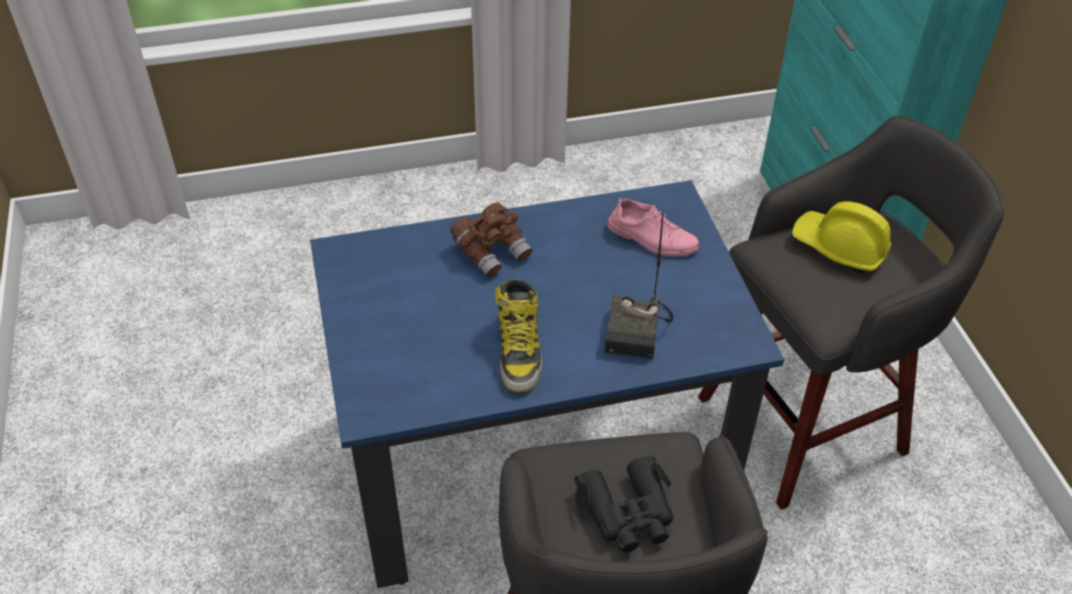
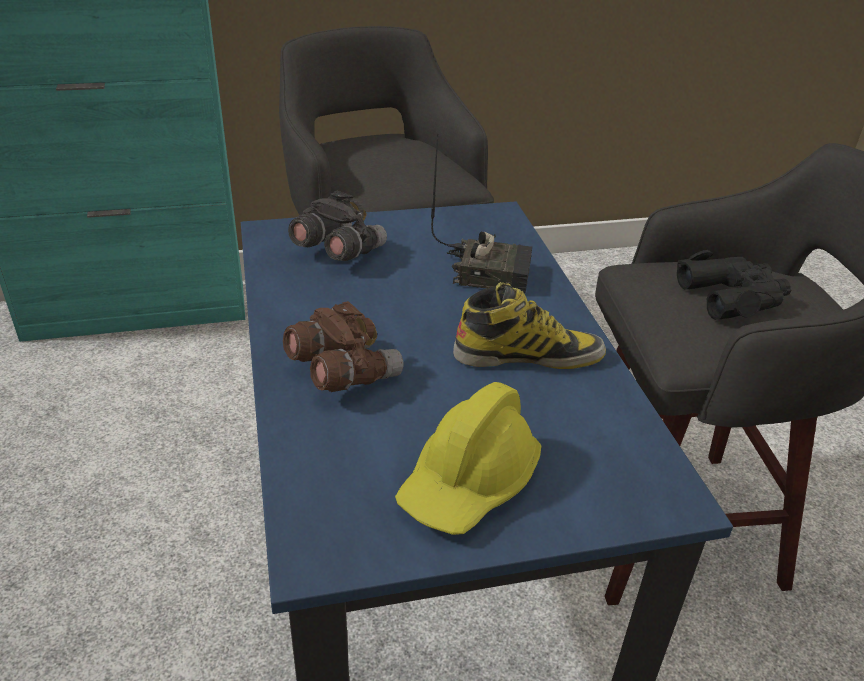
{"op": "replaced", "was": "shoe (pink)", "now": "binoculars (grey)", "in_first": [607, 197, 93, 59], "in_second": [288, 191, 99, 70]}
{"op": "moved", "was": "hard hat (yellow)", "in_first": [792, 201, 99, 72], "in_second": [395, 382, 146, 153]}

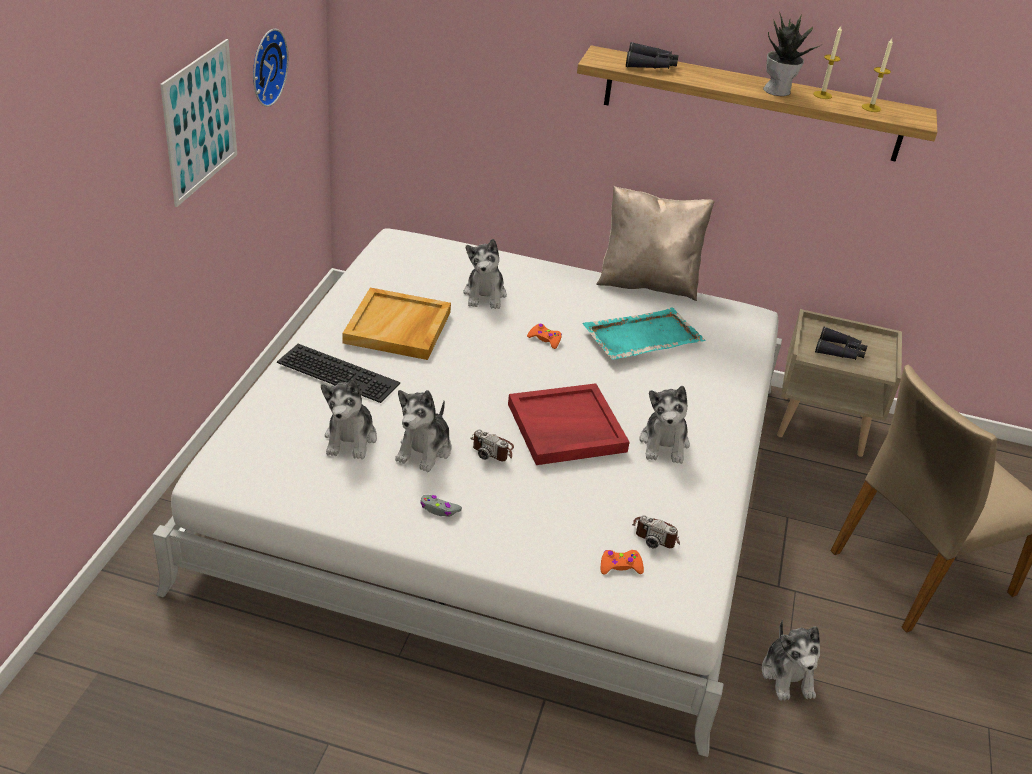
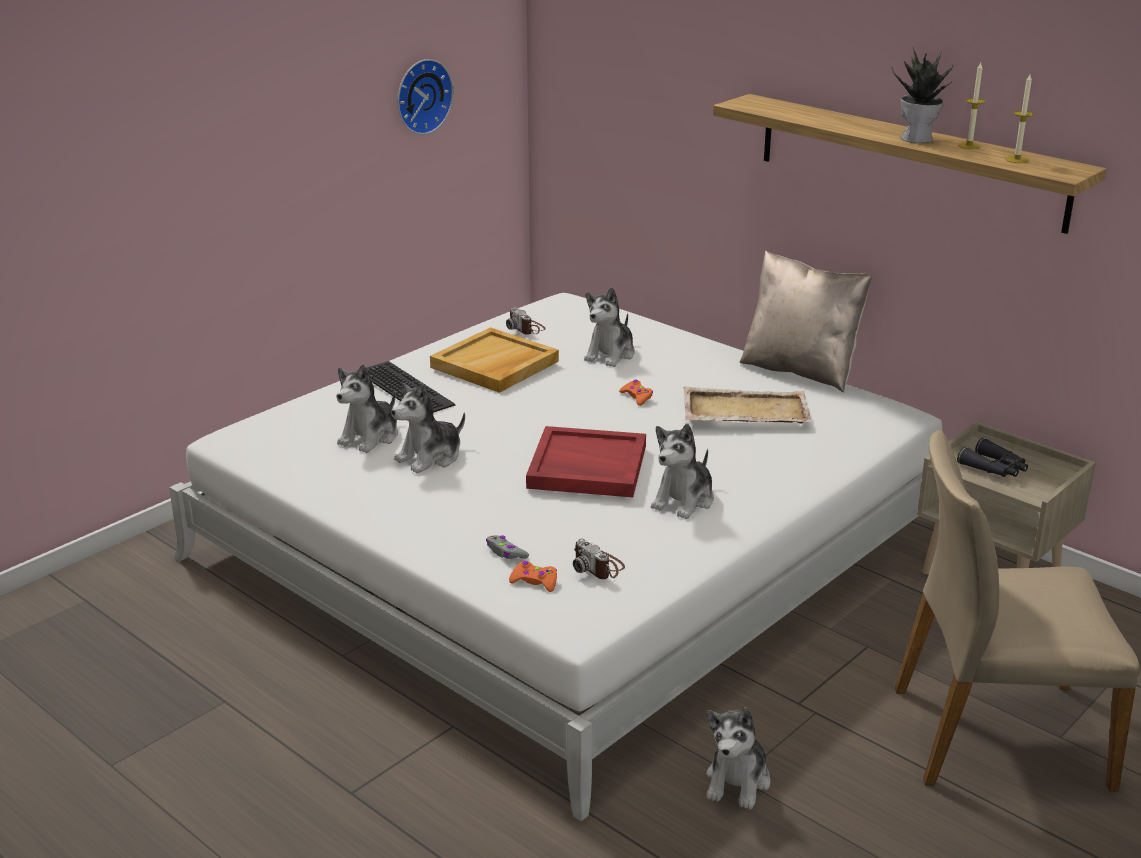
{"op": "removed", "was": "picture", "in_first": [160, 39, 77, 168]}
{"op": "removed", "was": "binoculars (black)", "in_first": [626, 42, 53, 27]}
{"op": "recoloured", "was": "tray (turquoise)", "now": "tray (beige)", "in_first": [582, 307, 124, 53], "in_second": [683, 387, 129, 37]}
{"op": "moved", "was": "photo camera", "in_first": [470, 430, 44, 31], "in_second": [506, 307, 40, 28]}
{"op": "moved", "was": "game controller (grey)", "in_first": [420, 495, 42, 22], "in_second": [486, 535, 43, 24]}

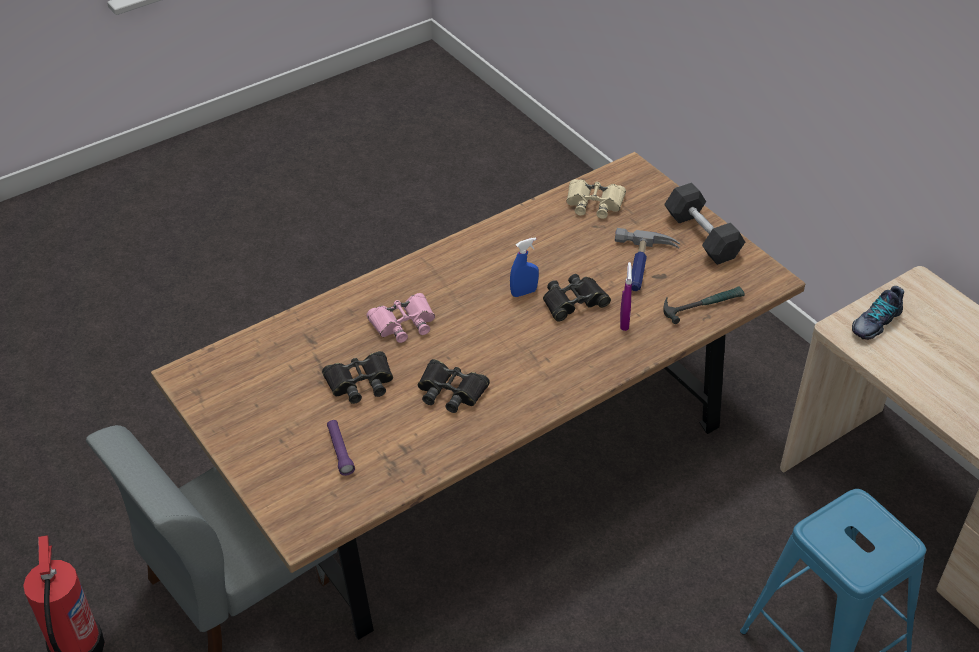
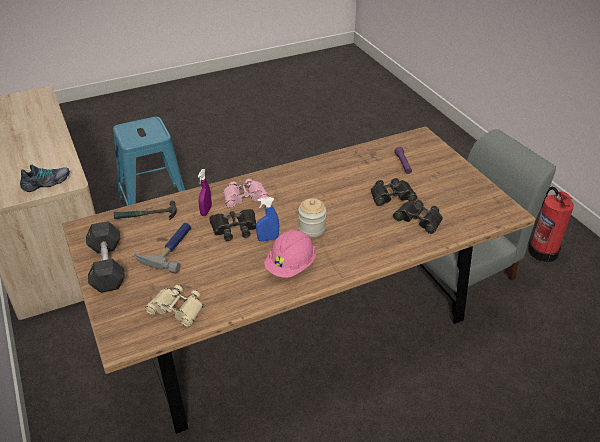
{"op": "moved", "was": "binoculars (pink)", "in_first": [366, 293, 69, 50], "in_second": [223, 179, 46, 29]}
{"op": "moved", "was": "binoculars (black)", "in_first": [418, 359, 72, 54], "in_second": [393, 200, 50, 34]}
{"op": "added", "now": "jar", "in_second": [298, 198, 28, 39]}
{"op": "added", "now": "hard hat (pink)", "in_second": [264, 229, 52, 49]}

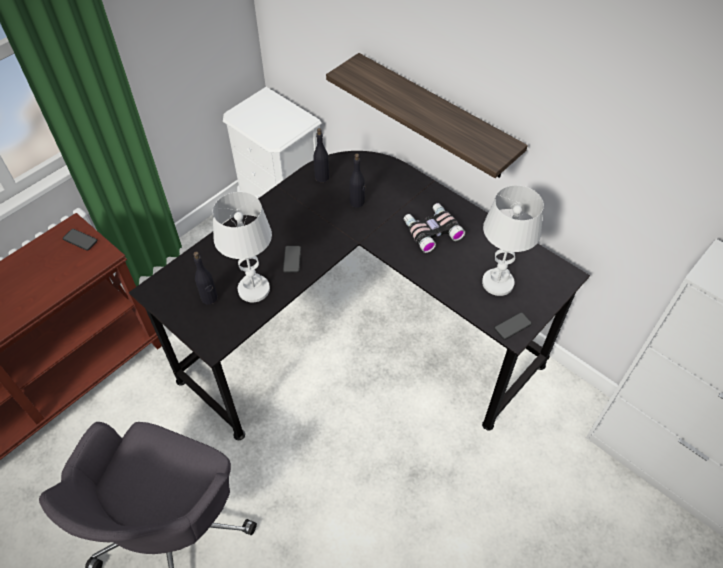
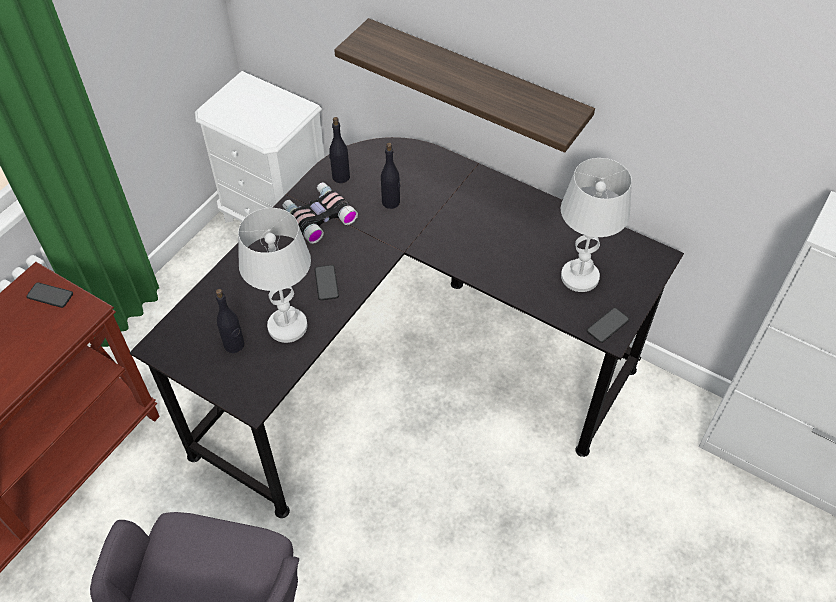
{"op": "moved", "was": "binoculars", "in_first": [404, 203, 61, 50], "in_second": [283, 182, 75, 62]}

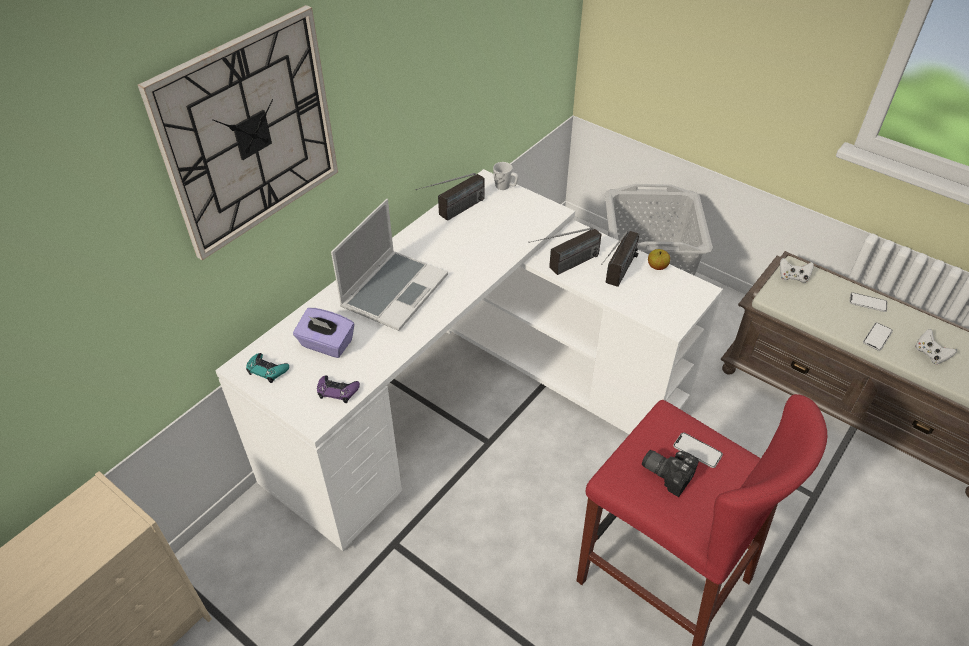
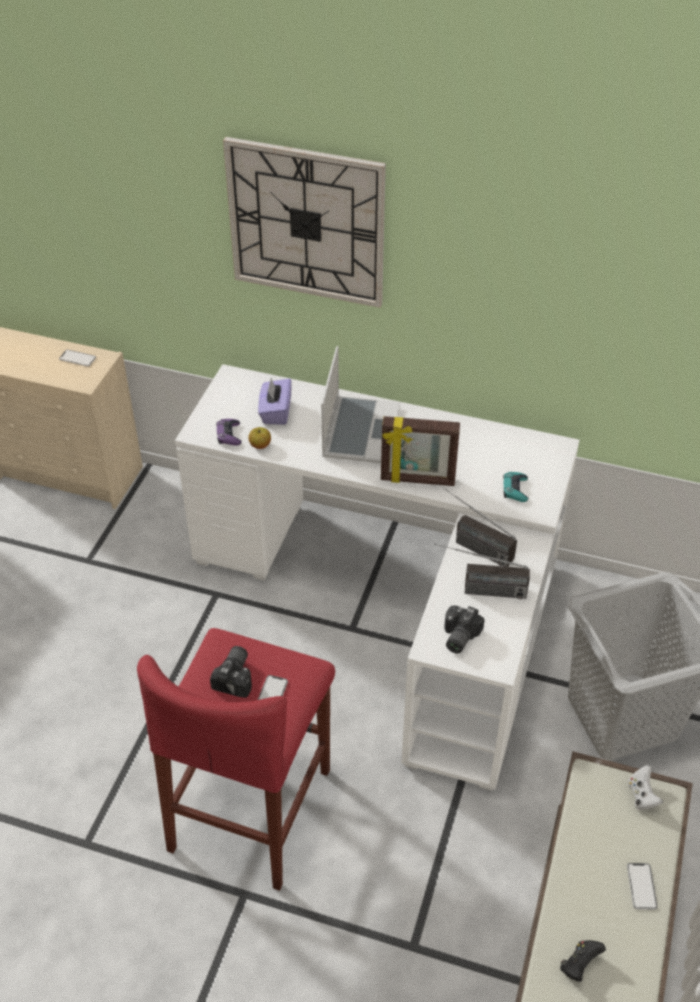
{"op": "removed", "was": "mug (white)", "in_first": [493, 162, 25, 28]}
{"op": "removed", "was": "radio", "in_first": [415, 173, 69, 48]}
{"op": "turned", "was": "laptop", "in_first": [331, 199, 117, 132], "in_second": [321, 346, 79, 117], "clockwise": -90}
{"op": "moved", "was": "apple", "in_first": [648, 249, 22, 21], "in_second": [248, 427, 23, 22]}
{"op": "moved", "was": "phone", "in_first": [863, 323, 30, 28], "in_second": [59, 350, 37, 17]}
{"op": "recoloured", "was": "game controller (white)", "now": "game controller (black)", "in_first": [915, 329, 42, 35], "in_second": [560, 940, 46, 42]}
{"op": "moved", "was": "game controller (turquoise)", "in_first": [246, 353, 43, 30], "in_second": [503, 472, 25, 30]}
{"op": "added", "now": "picture frame", "in_second": [381, 416, 79, 70]}
{"op": "added", "now": "photo camera", "in_second": [444, 605, 41, 49]}

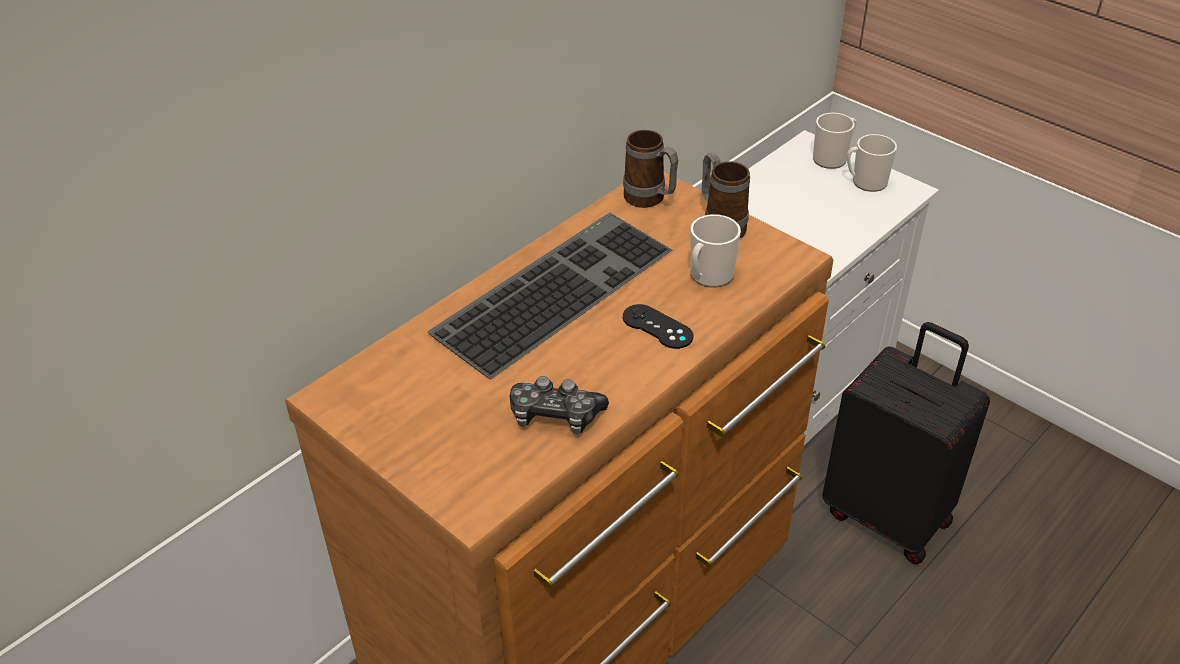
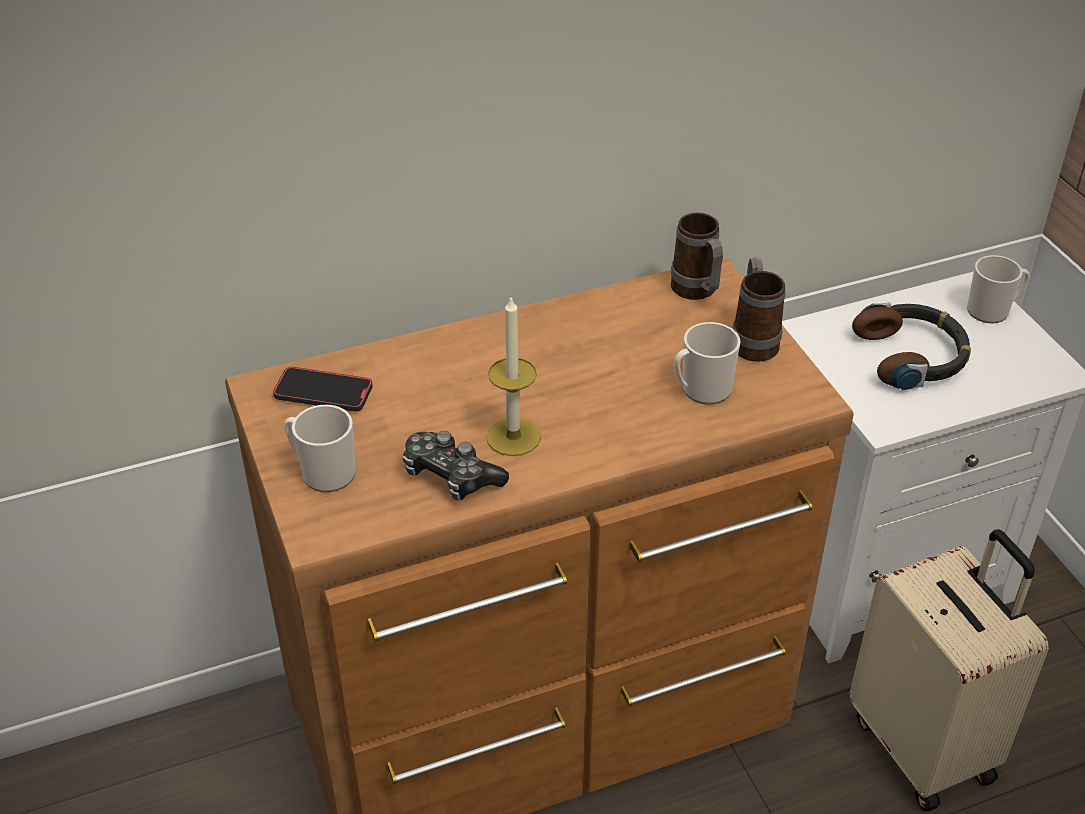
{"op": "moved", "was": "mug", "in_first": [847, 134, 50, 58], "in_second": [284, 405, 72, 87]}
{"op": "removed", "was": "keyboard", "in_first": [427, 213, 245, 166]}
{"op": "removed", "was": "game controller (black)", "in_first": [623, 304, 70, 45]}
{"op": "recoloured", "was": "suitcase (black)", "now": "suitcase (beige)", "in_first": [822, 322, 168, 242], "in_second": [850, 529, 199, 282]}
{"op": "added", "now": "candle", "in_second": [486, 298, 55, 158]}
{"op": "added", "now": "headphones", "in_second": [852, 302, 119, 89]}
{"op": "added", "now": "phone", "in_second": [273, 367, 100, 44]}

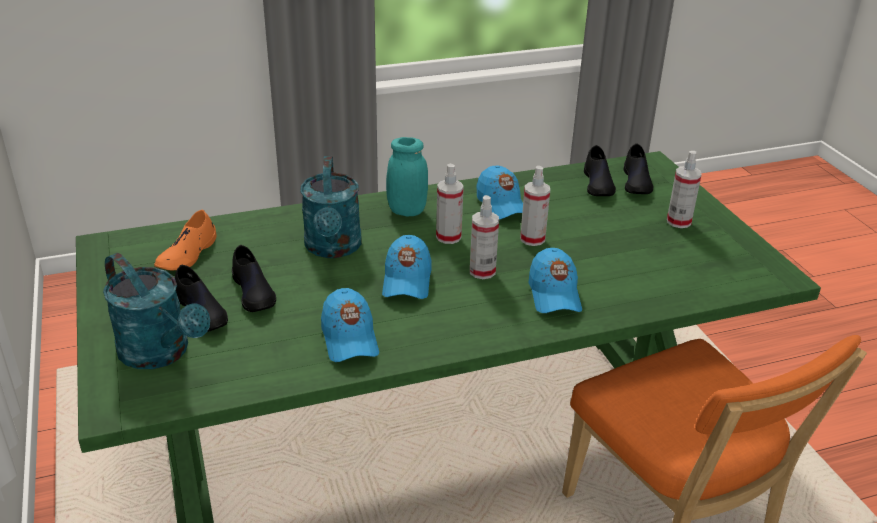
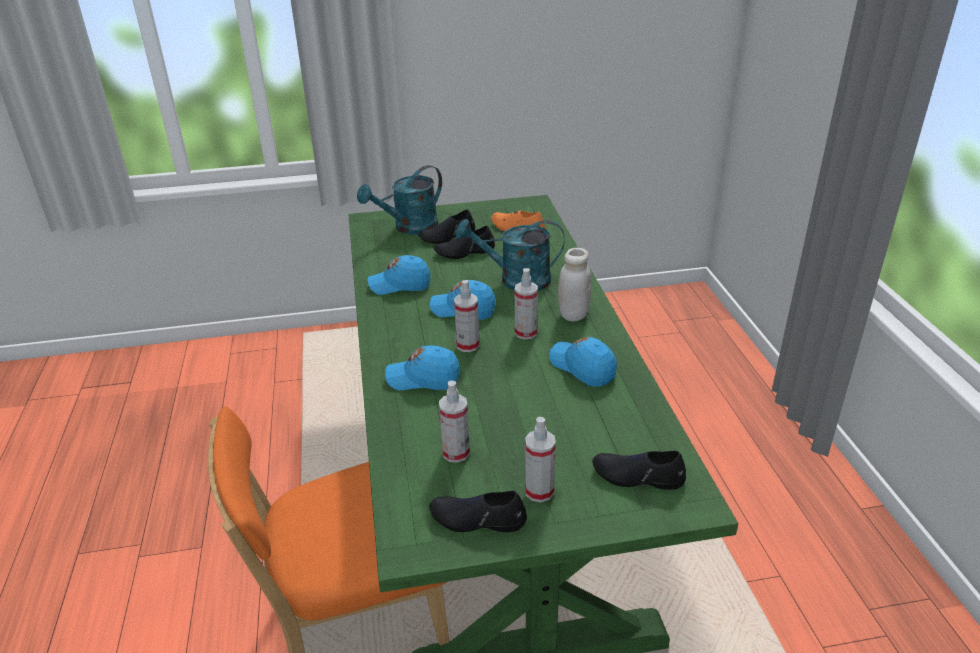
{"op": "recoloured", "was": "jar (turquoise)", "now": "jar (white)", "in_first": [386, 137, 42, 80], "in_second": [558, 248, 33, 74]}
{"op": "moved", "was": "shoe (black)", "in_first": [584, 145, 32, 51], "in_second": [429, 491, 98, 41]}
{"op": "turned", "was": "cap (blue)", "in_first": [477, 165, 46, 55], "in_second": [549, 337, 68, 50], "clockwise": 60}
{"op": "moved", "was": "spray bottle", "in_first": [520, 166, 30, 80], "in_second": [439, 381, 31, 82]}

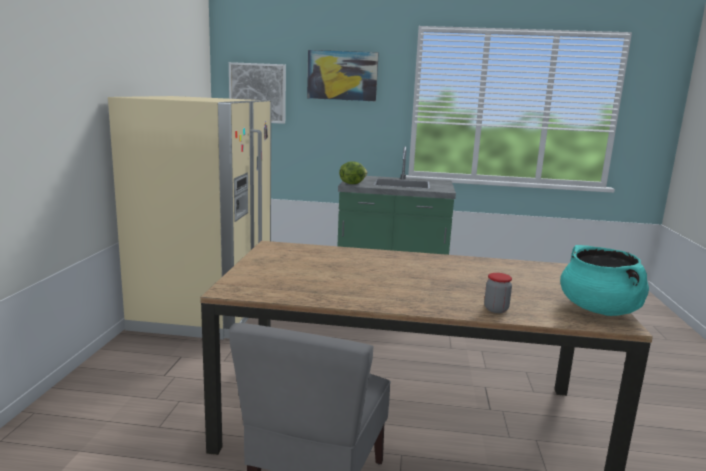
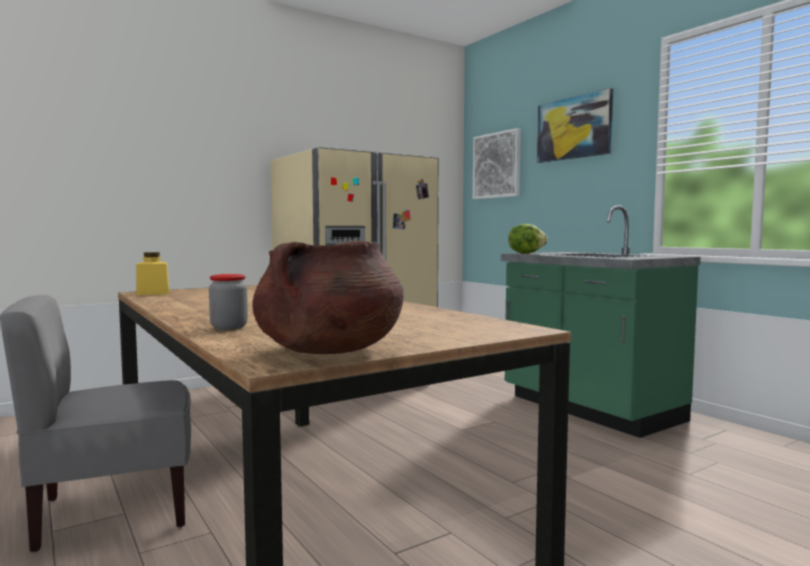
{"op": "recoloured", "was": "cooking pot (turquoise)", "now": "cooking pot (brown)", "in_first": [560, 245, 89, 71], "in_second": [253, 241, 150, 113]}
{"op": "added", "now": "jar (yellow)", "in_second": [136, 252, 33, 43]}

